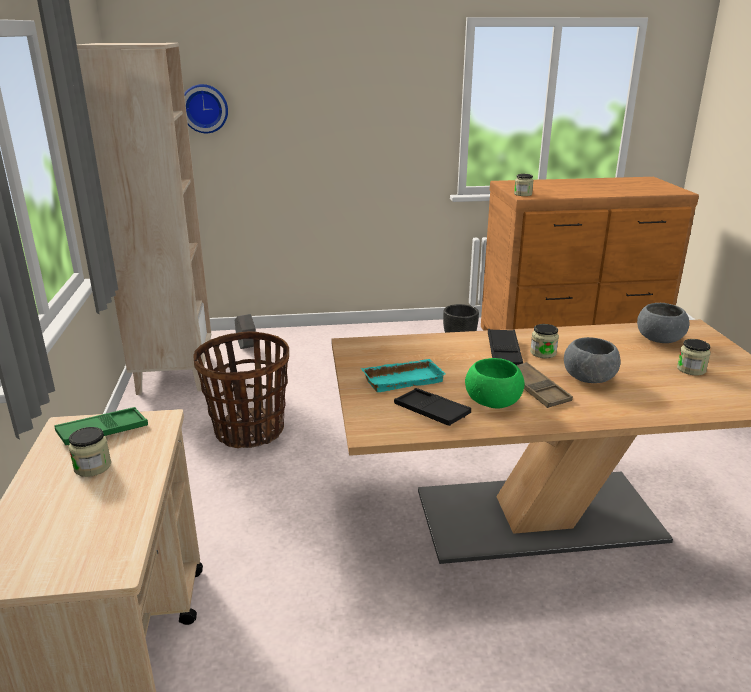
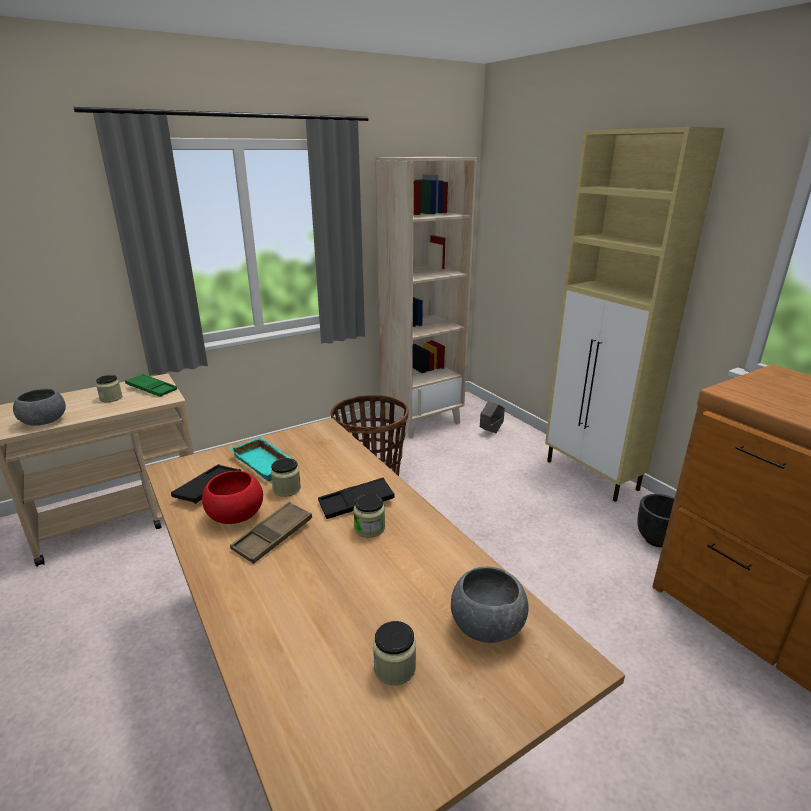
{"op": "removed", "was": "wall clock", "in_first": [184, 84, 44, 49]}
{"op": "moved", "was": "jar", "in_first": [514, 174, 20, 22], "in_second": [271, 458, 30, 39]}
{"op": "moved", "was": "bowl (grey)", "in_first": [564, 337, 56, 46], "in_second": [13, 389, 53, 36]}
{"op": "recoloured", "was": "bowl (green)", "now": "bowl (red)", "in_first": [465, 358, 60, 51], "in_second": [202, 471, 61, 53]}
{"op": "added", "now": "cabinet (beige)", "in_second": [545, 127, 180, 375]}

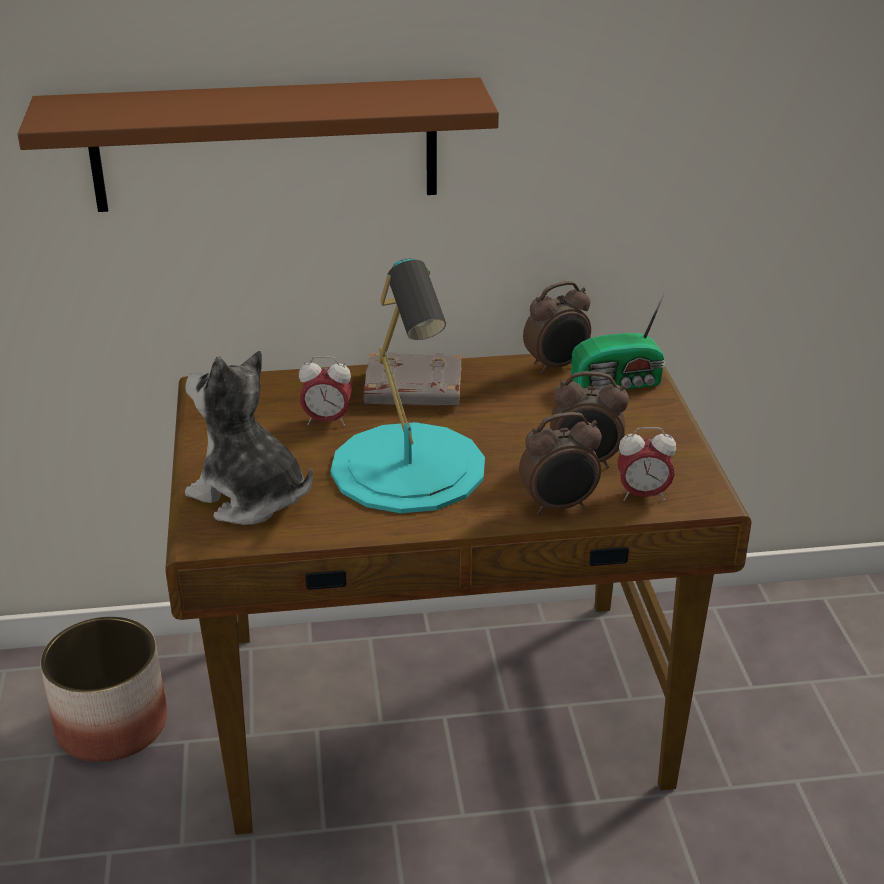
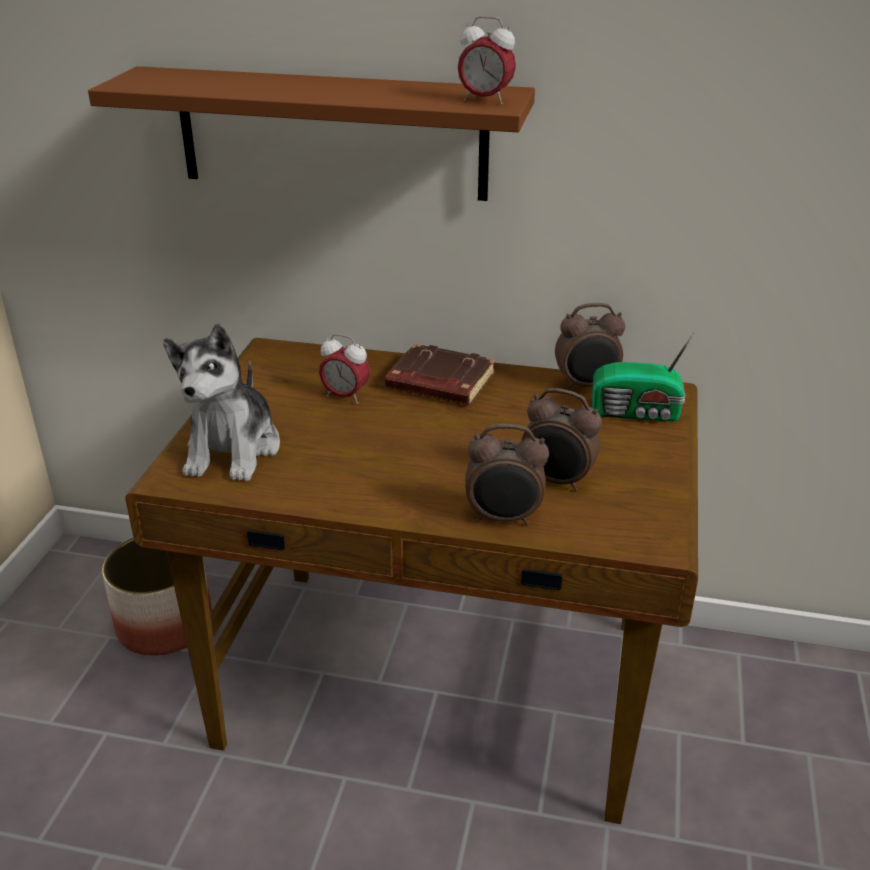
{"op": "removed", "was": "table lamp (turquoise)", "in_first": [331, 258, 154, 255]}
{"op": "turned", "was": "plush toy", "in_first": [185, 351, 128, 174], "in_second": [163, 323, 117, 158], "clockwise": -135}
{"op": "recoloured", "was": "book (grey)", "now": "book (brown)", "in_first": [364, 352, 98, 54], "in_second": [385, 344, 110, 61]}
{"op": "moved", "was": "alarm clock", "in_first": [617, 427, 59, 74], "in_second": [458, 16, 58, 89]}

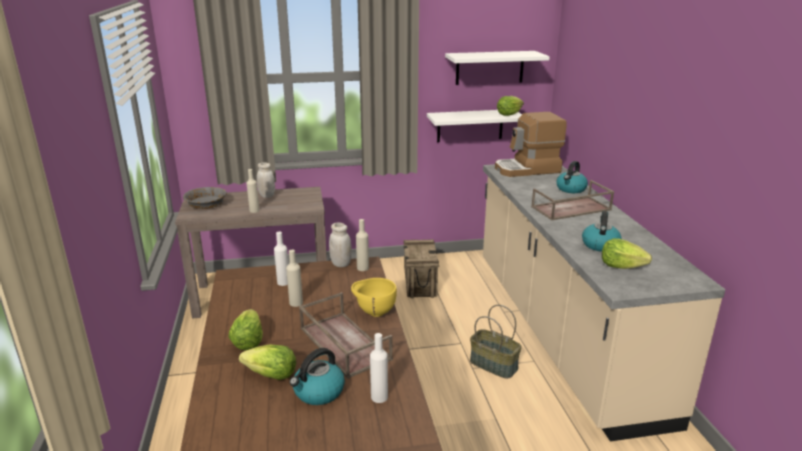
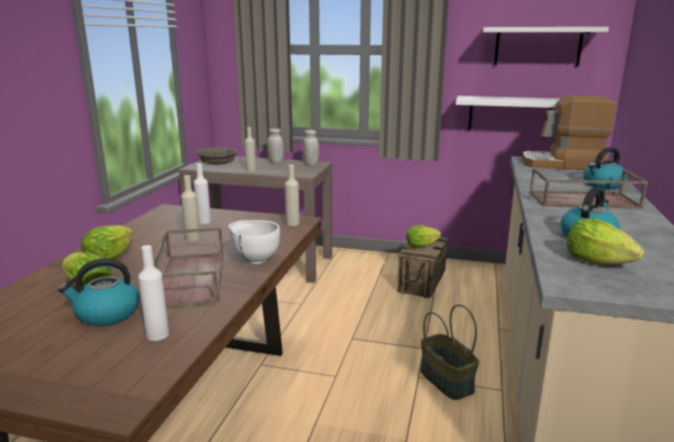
{"op": "moved", "was": "lettuce", "in_first": [497, 96, 27, 20], "in_second": [406, 225, 35, 22]}
{"op": "moved", "was": "jar (white)", "in_first": [329, 222, 23, 45], "in_second": [303, 130, 16, 36]}
{"op": "recoloured", "was": "bowl (yellow)", "now": "bowl (white)", "in_first": [351, 278, 46, 39], "in_second": [228, 220, 52, 44]}

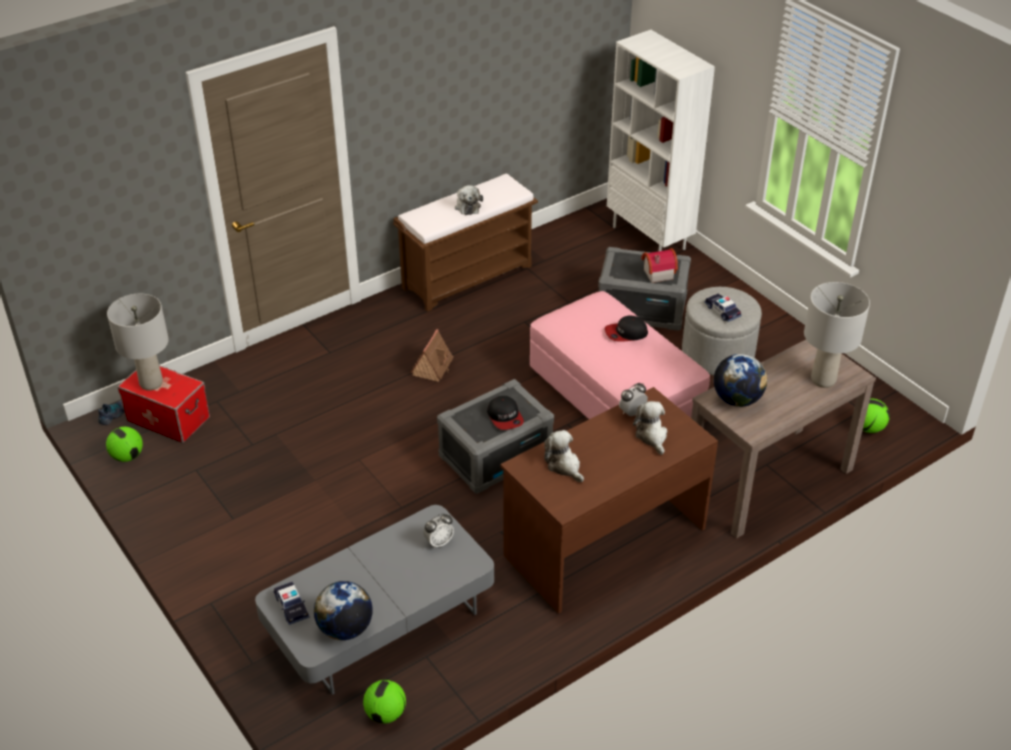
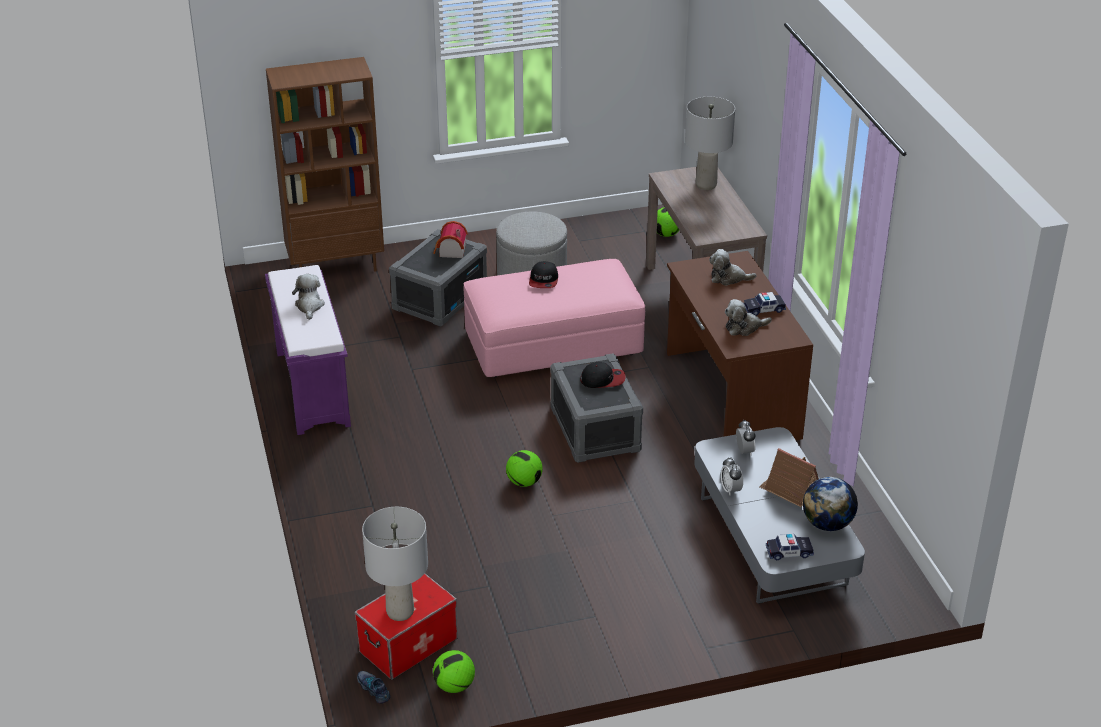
{"op": "recoloured", "was": "bookcase (white)", "now": "bookcase (brown)", "in_first": [607, 30, 108, 221], "in_second": [266, 57, 118, 215]}
{"op": "recoloured", "was": "bench (brown)", "now": "bench (purple)", "in_first": [393, 174, 145, 138], "in_second": [265, 265, 86, 170]}
{"op": "turned", "was": "plush toy", "in_first": [455, 185, 28, 30], "in_second": [292, 274, 33, 46], "clockwise": -105}
{"op": "moved", "was": "toy car", "in_first": [705, 294, 36, 28], "in_second": [744, 292, 42, 24]}
{"op": "moved", "was": "toy house", "in_first": [410, 329, 44, 53], "in_second": [759, 448, 60, 59]}
{"op": "removed", "was": "globe", "in_first": [714, 354, 53, 53]}
{"op": "moved", "was": "alarm clock", "in_first": [619, 383, 29, 33], "in_second": [721, 457, 22, 38]}
{"op": "moved", "was": "football", "in_first": [363, 680, 43, 44], "in_second": [506, 450, 37, 37]}

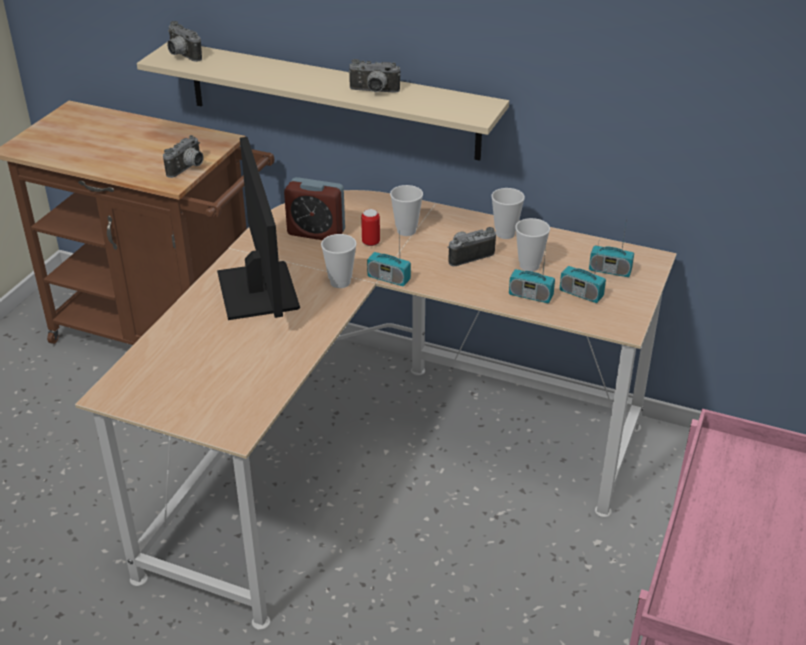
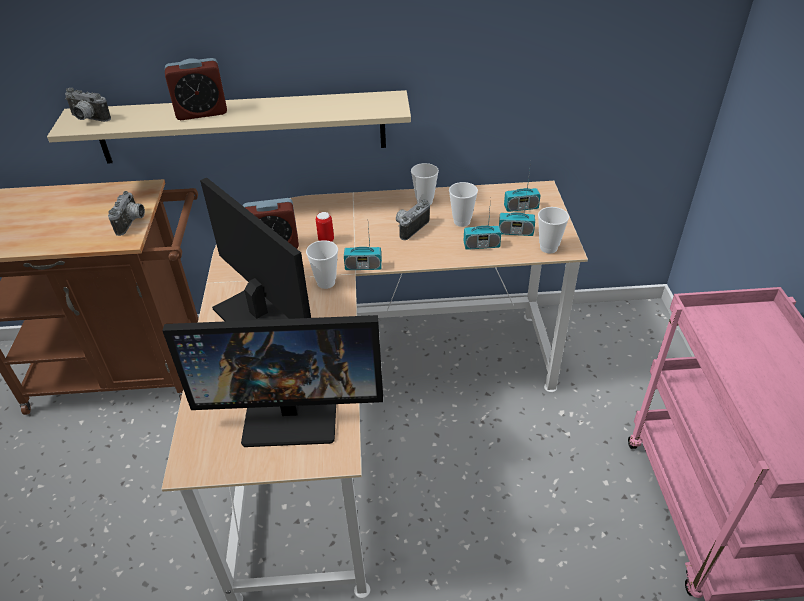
{"op": "removed", "was": "photo camera", "in_first": [349, 59, 51, 34]}
{"op": "moved", "was": "cup", "in_first": [390, 185, 33, 51], "in_second": [538, 207, 31, 46]}
{"op": "added", "now": "alarm clock", "in_second": [165, 58, 62, 62]}
{"op": "added", "now": "monitor", "in_second": [162, 315, 221, 132]}

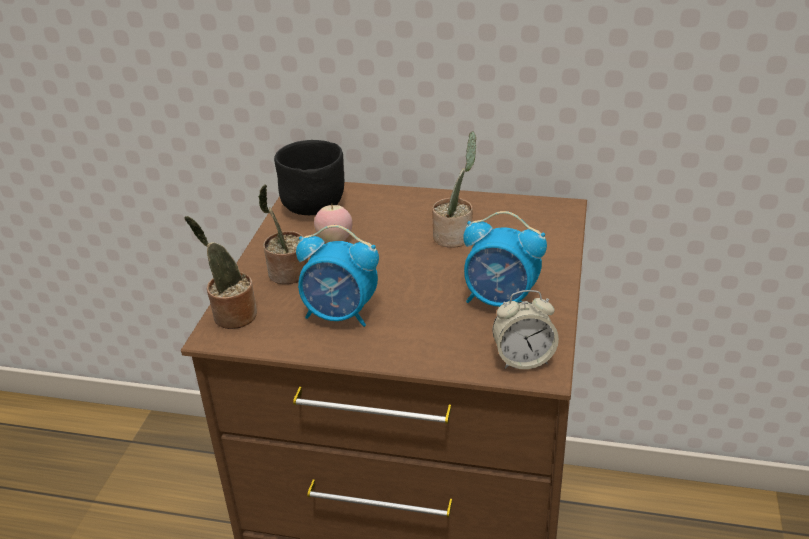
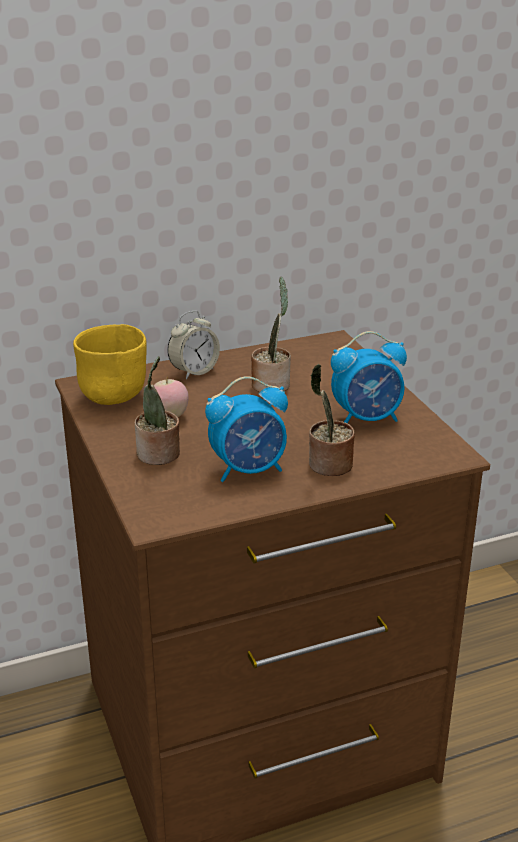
{"op": "recoloured", "was": "bowl (black)", "now": "bowl (yellow)", "in_first": [274, 140, 71, 75], "in_second": [73, 324, 74, 81]}
{"op": "moved", "was": "potted plant", "in_first": [184, 216, 73, 113], "in_second": [309, 364, 46, 112]}
{"op": "moved", "was": "alarm clock", "in_first": [492, 290, 67, 79], "in_second": [167, 311, 53, 69]}

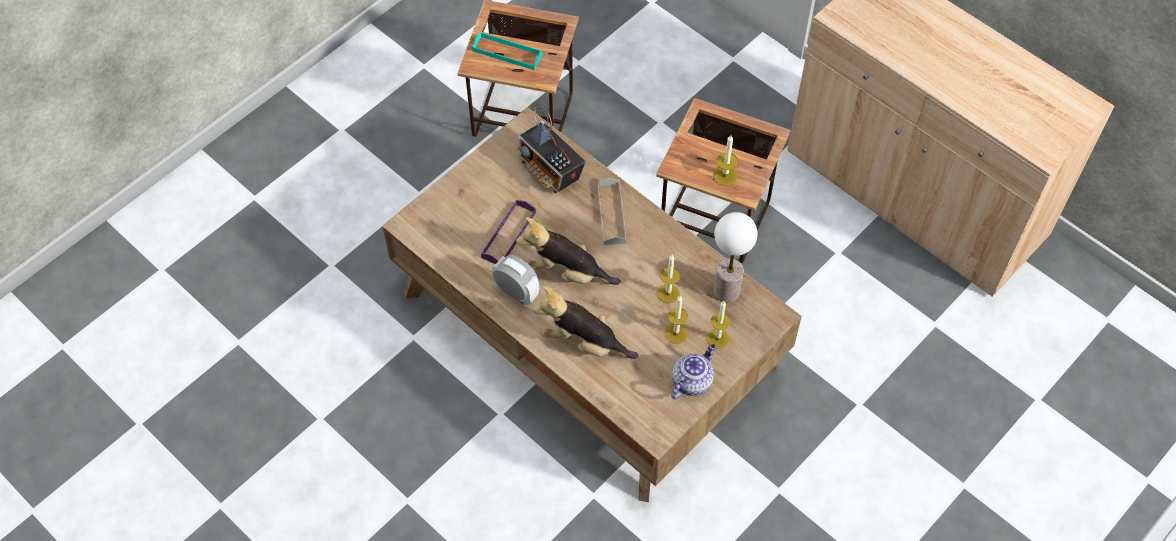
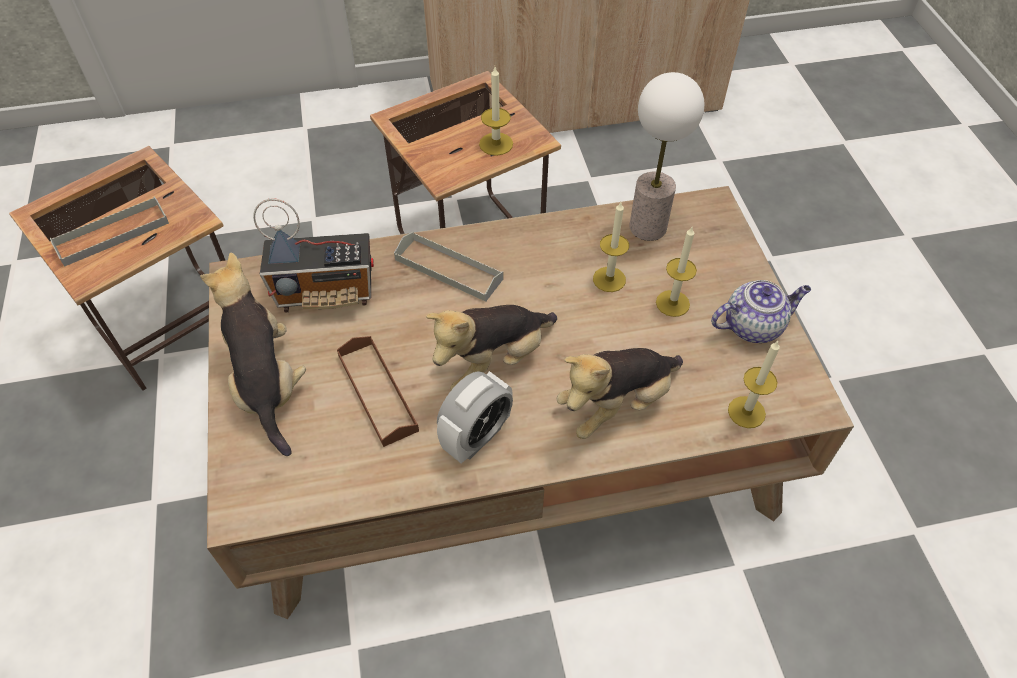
{"op": "recoloured", "was": "tray (turquoise)", "now": "tray (grey)", "in_first": [472, 32, 70, 38], "in_second": [50, 197, 119, 70]}
{"op": "recoloured", "was": "tray (purple)", "now": "tray (brown)", "in_first": [481, 200, 55, 64], "in_second": [337, 336, 82, 111]}
{"op": "turned", "was": "alarm clock", "in_first": [492, 255, 47, 50], "in_second": [437, 371, 76, 92], "clockwise": 150}
{"op": "moved", "was": "candle", "in_first": [706, 301, 25, 48], "in_second": [728, 341, 52, 87]}
{"op": "turned", "was": "teapot", "in_first": [671, 344, 45, 55], "in_second": [711, 280, 100, 63], "clockwise": 90}
{"op": "added", "now": "plush toy", "in_second": [200, 253, 106, 203]}

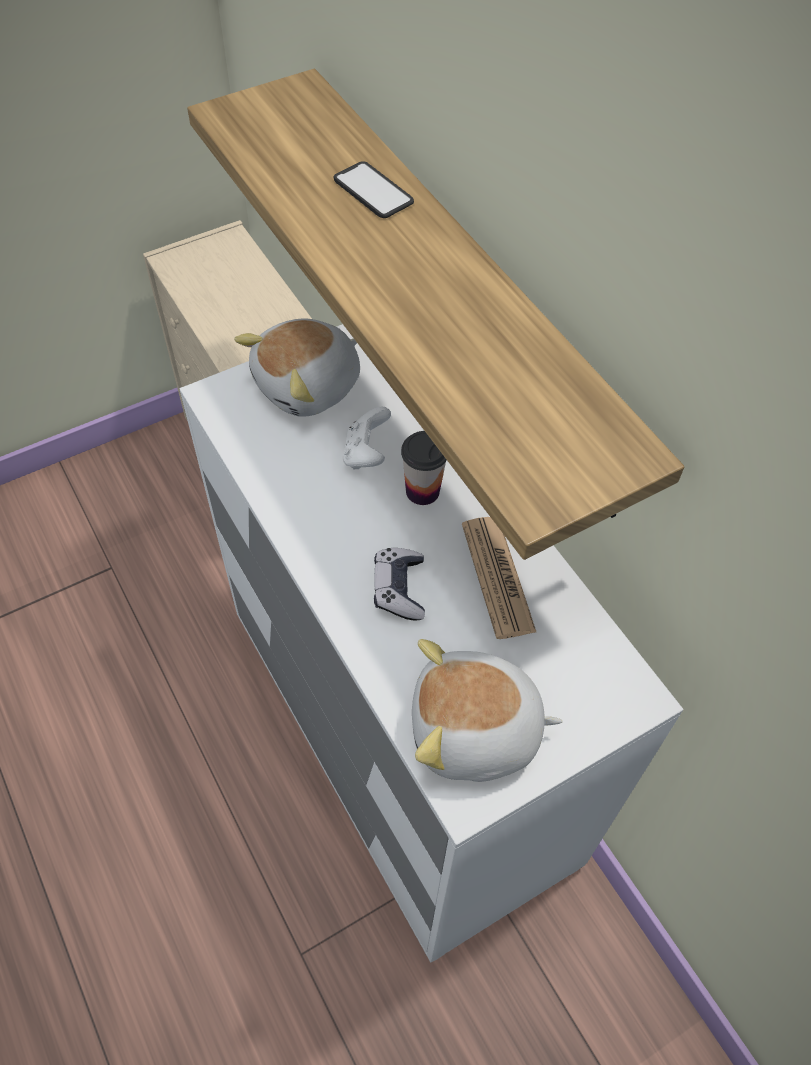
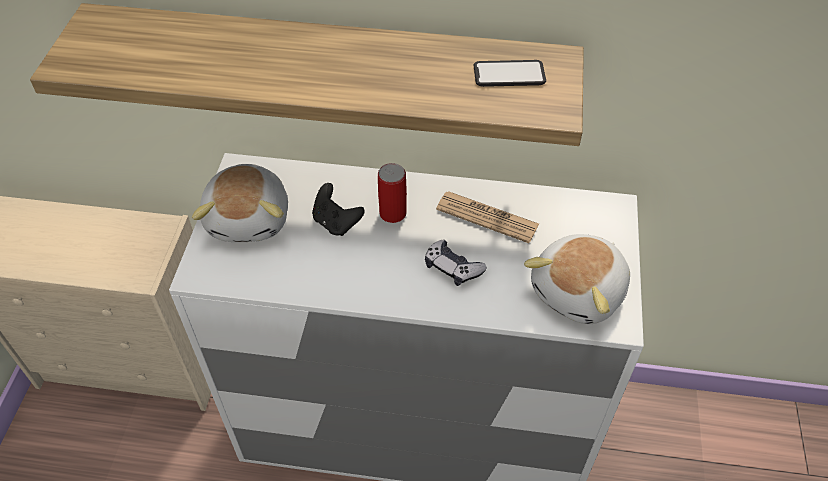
{"op": "moved", "was": "phone", "in_first": [333, 161, 81, 57], "in_second": [473, 60, 73, 27]}
{"op": "recoloured", "was": "game controller (white)", "now": "game controller (black)", "in_first": [343, 407, 48, 63], "in_second": [312, 183, 53, 53]}
{"op": "replaced", "was": "cup", "now": "can", "in_first": [401, 431, 46, 74], "in_second": [378, 163, 29, 60]}

